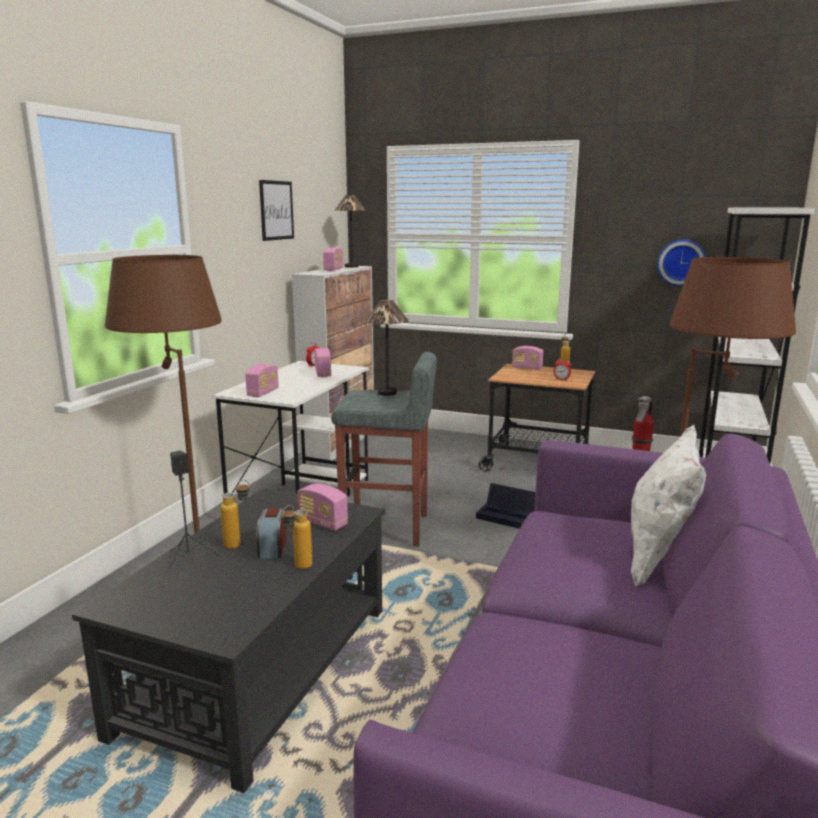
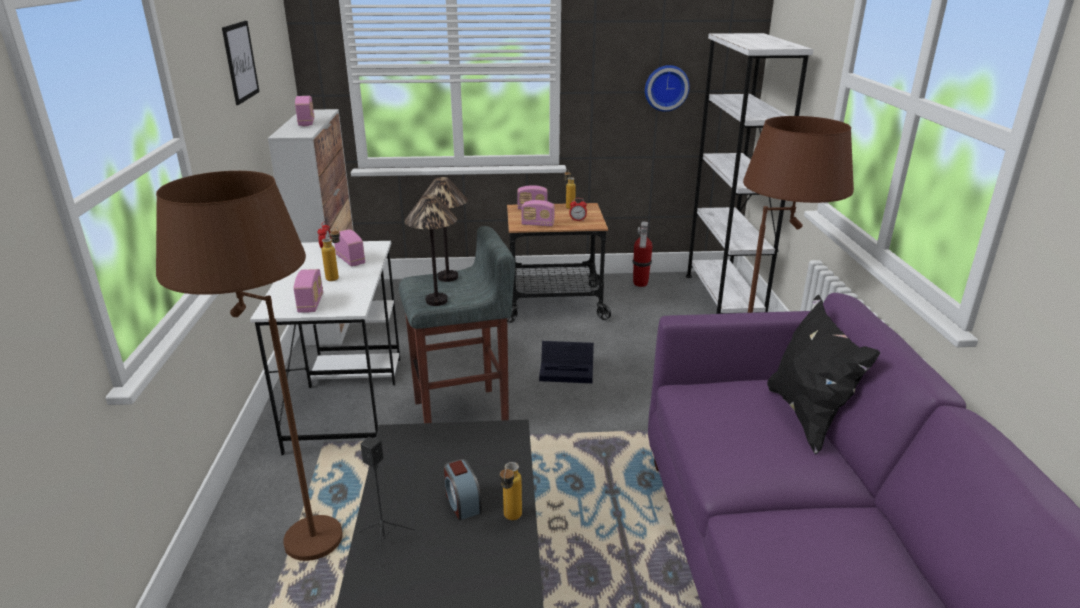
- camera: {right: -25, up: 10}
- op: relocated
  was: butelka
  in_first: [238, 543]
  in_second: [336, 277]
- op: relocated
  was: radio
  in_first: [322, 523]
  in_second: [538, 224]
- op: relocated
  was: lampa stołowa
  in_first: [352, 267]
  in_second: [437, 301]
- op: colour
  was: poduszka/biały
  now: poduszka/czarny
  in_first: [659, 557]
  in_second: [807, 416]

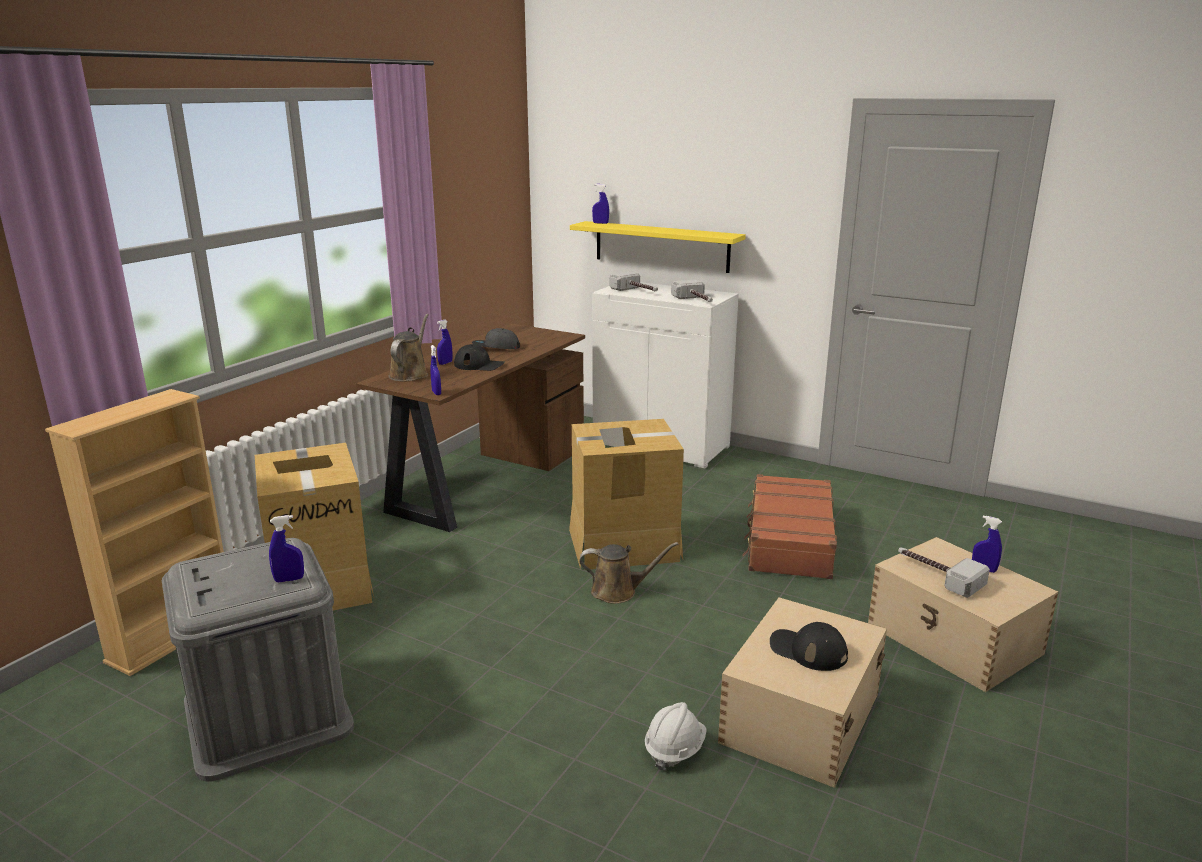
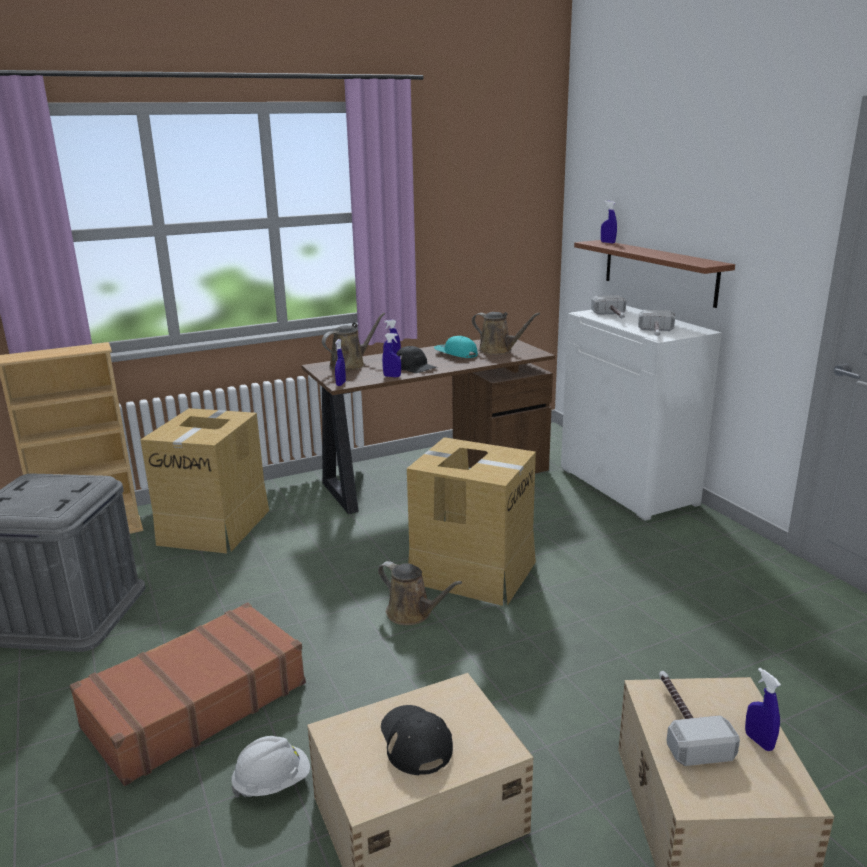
- camera: {right: 35, up: 0}
- op: relocated
  was: spryskiwacz/niebieski
  in_first: [289, 579]
  in_second: [392, 376]
- op: colour
  was: czapka z daszkiem/szary
  now: czapka z daszkiem/turkusowy
  in_first: [496, 347]
  in_second: [455, 354]
- op: colour
  was: półka/żółty
  now: półka/brązowy
  in_first: [661, 246]
  in_second: [659, 272]
- op: relocated
  was: walizka/brązowy
  in_first: [789, 540]
  in_second: [195, 704]
- op: appeared
  now: konewka/brązowy
  in_second: [498, 350]

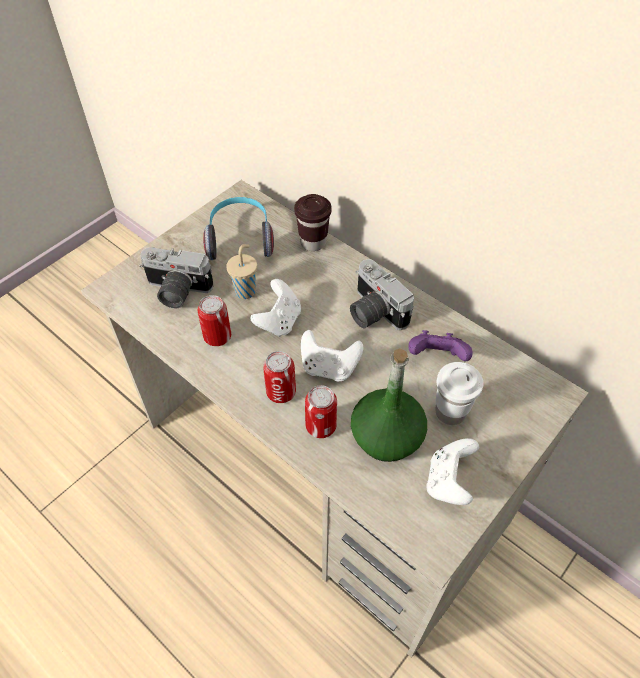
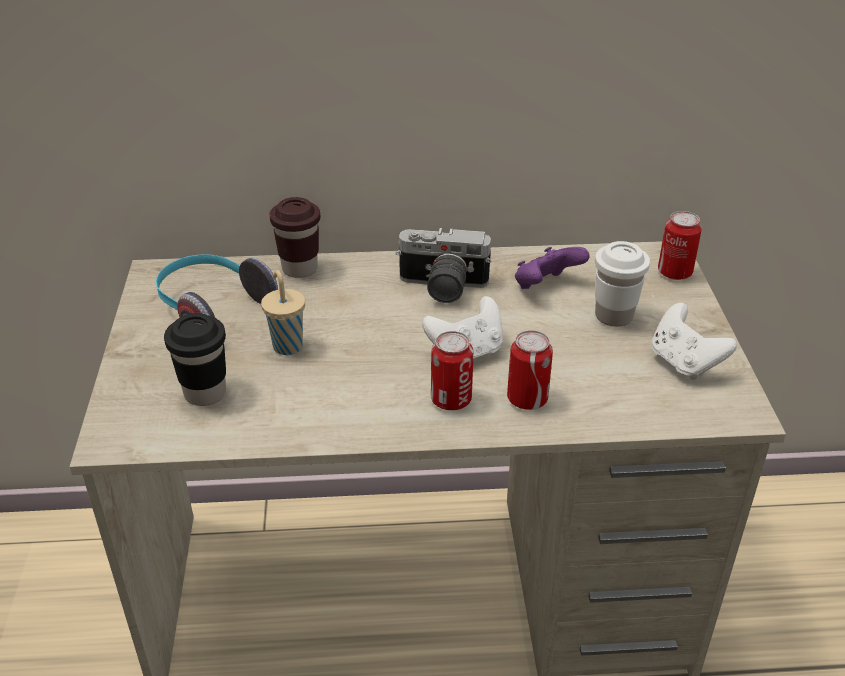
- camera: {right: -45, up: -15}
- op: exchanged
  was: aparat fotograficzny
  now: filiżanka/czarny
  in_first: [176, 292]
  in_second: [205, 393]
- op: relocated
  was: puszka
  in_first: [217, 337]
  in_second: [674, 272]
- op: missing
  was: pad do gier/biały
  in_first: [279, 321]
- op: missing
  was: butelka/zielony
  in_first: [387, 437]

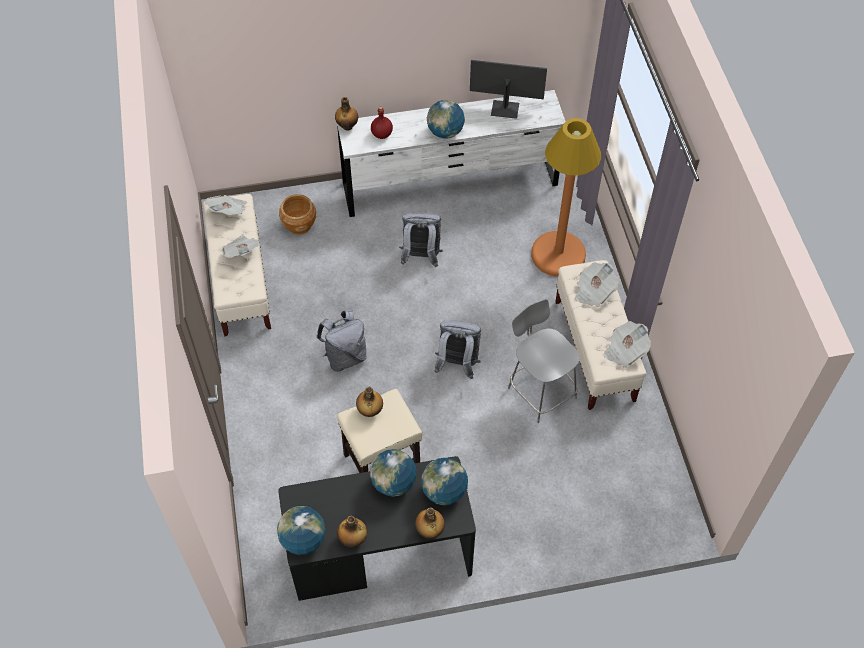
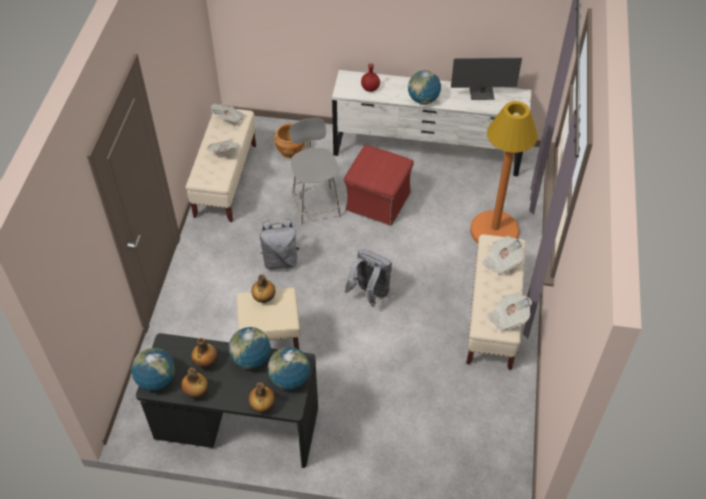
- camera: {right: 20, up: -5}
- op: relocated
  was: butelka
  in_first: [347, 126]
  in_second: [206, 363]
- op: exchanged
  was: plecak/szary
  now: pufa/czerwony
  in_first: [421, 257]
  in_second: [377, 201]
- op: spun
  was: monitor
  in_first: [505, 108]
  in_second: [482, 94]
  clockwise: 150
- op: relocated
  was: krzesło/szary
  in_first: [540, 391]
  in_second: [316, 204]

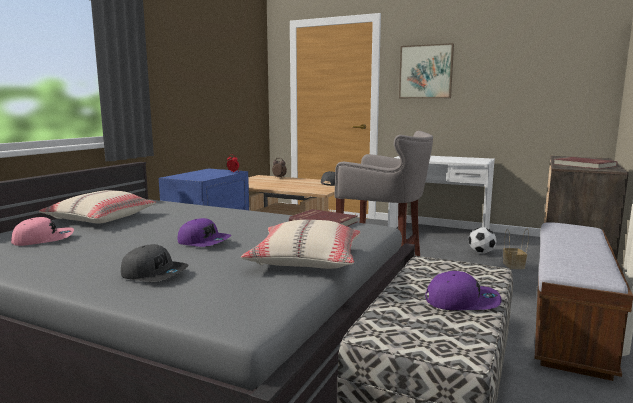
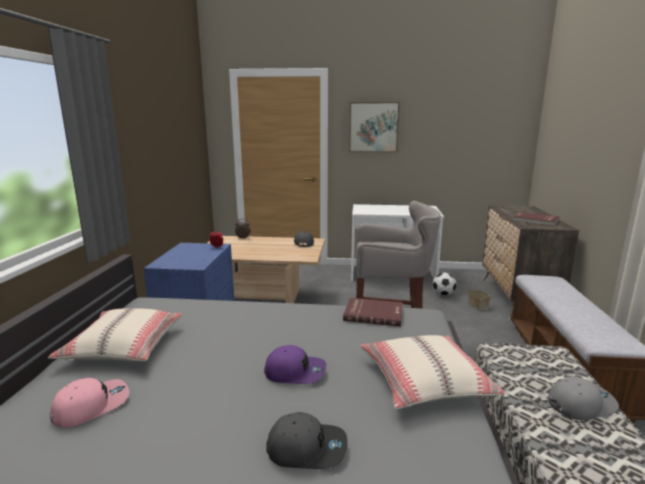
- camera: {right: -20, up: 5}
- op: colour
  was: czapka z daszkiem/fioletowy
  now: czapka z daszkiem/szary
  in_first: [462, 301]
  in_second: [580, 403]

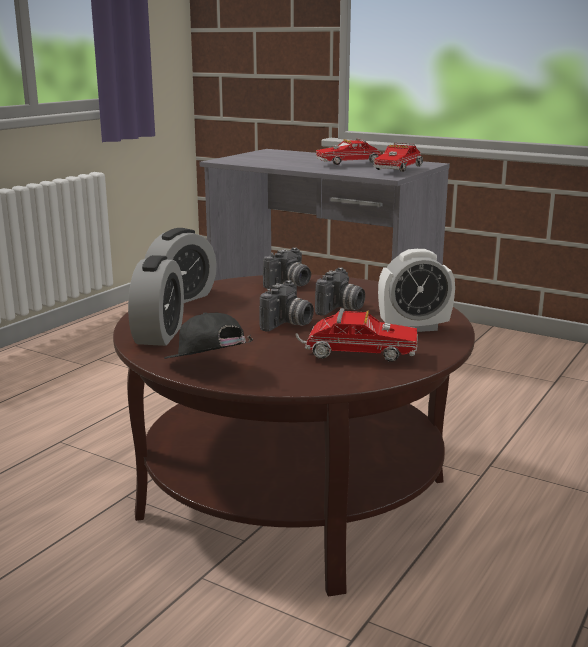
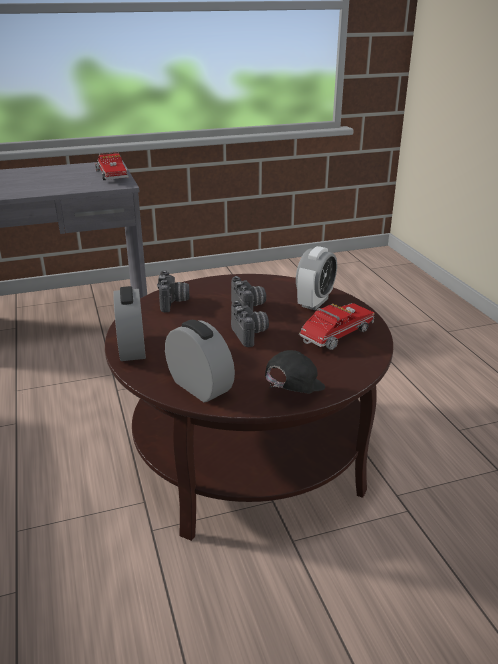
- camera: {right: -50, up: 10}
- op: spun
  was: czapka z daszkiem/czarny
  in_first: [207, 368]
  in_second: [292, 393]
  clockwise: 135
- op: missing
  was: ciężarówka zabawkowa
  in_first: [351, 164]

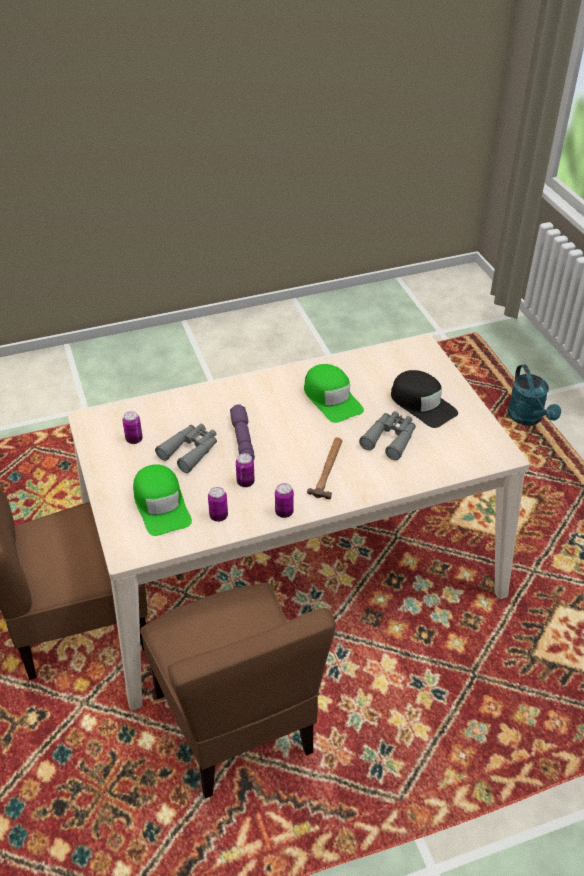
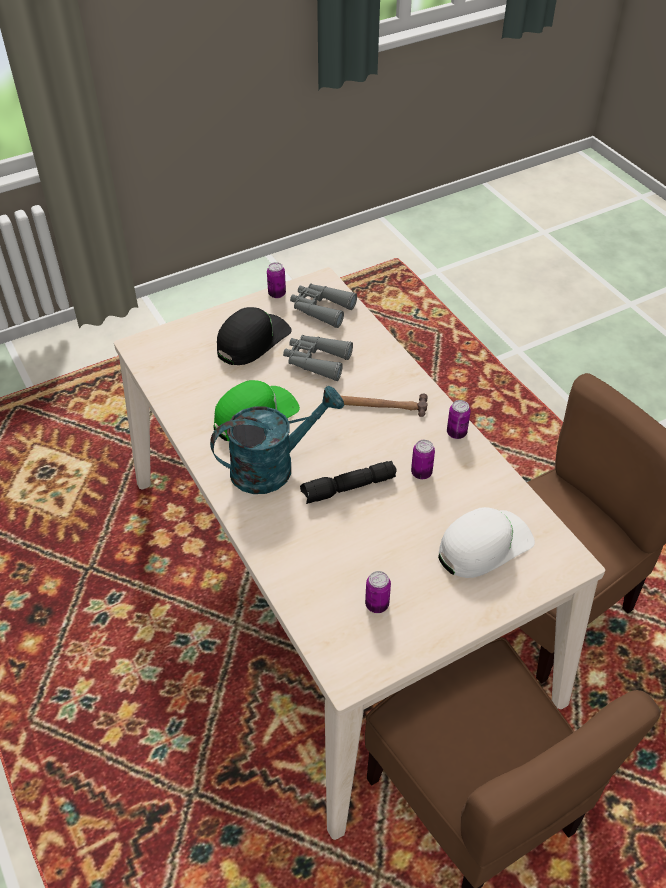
- camera: {right: -100, up: 5}
- op: colour
  was: czapka z daszkiem/zielony
  now: czapka z daszkiem/biały
  in_first: [161, 505]
  in_second: [484, 545]
- op: relocated
  was: lornetka/szary
  in_first: [191, 451]
  in_second: [321, 309]
- op: relocated
  was: puszka
  in_first: [218, 516]
  in_second: [277, 294]
- op: colour
  was: latarka/fioletowy
  now: latarka/czarny
  in_first: [242, 439]
  in_second: [348, 489]
- op: relocated
  was: konewka/turkusowy
  in_first: [528, 419]
  in_second: [273, 466]

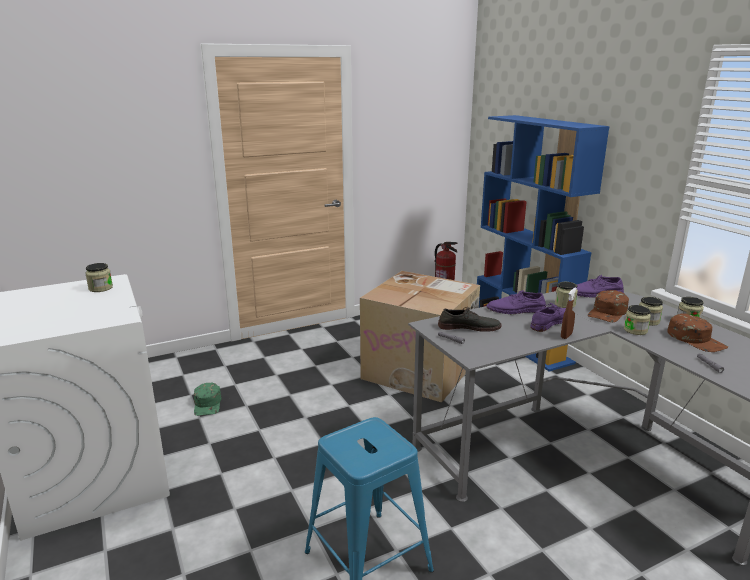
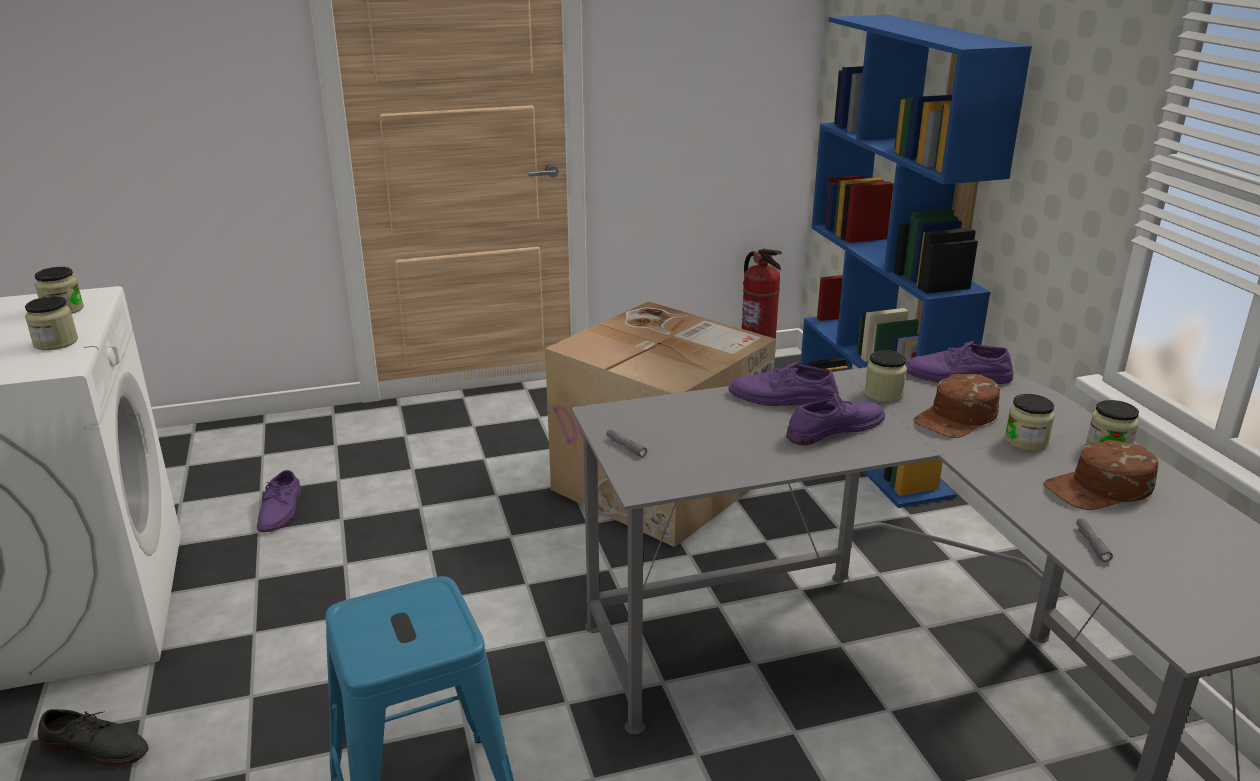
- camera: {right: 10, up: 5}
- op: exchanged
  was: czapka z daszkiem/zielony
  now: but/fioletowy
  in_first: [208, 404]
  in_second: [281, 510]
- op: relocated
  was: but/szary
  in_first: [469, 327]
  in_second: [96, 746]
- op: missing
  was: spryskiwacz/brązowy
  in_first: [566, 336]
- op: relocated
  was: słoik
  in_first: [635, 330]
  in_second: [56, 342]
- op: spun
  was: czapka z daszkiem/brązowy
  in_first: [696, 340]
  in_second: [1100, 488]
  clockwise: 90

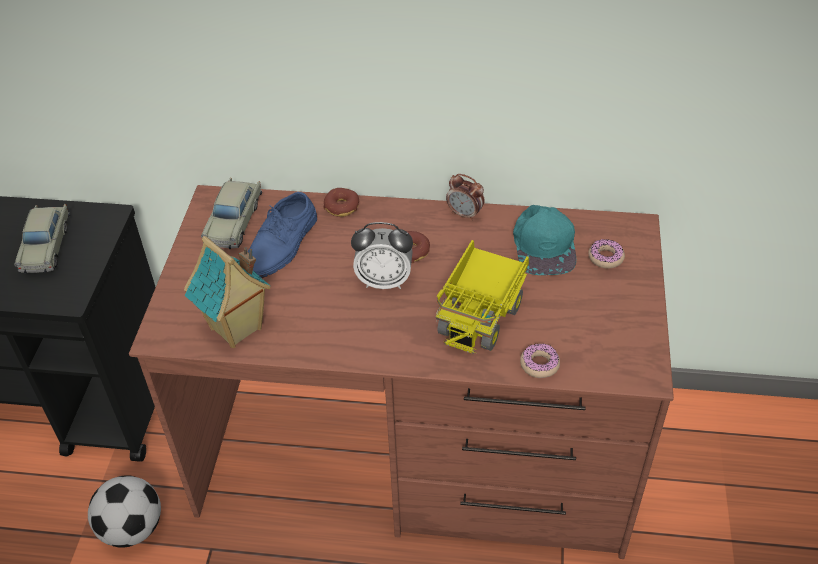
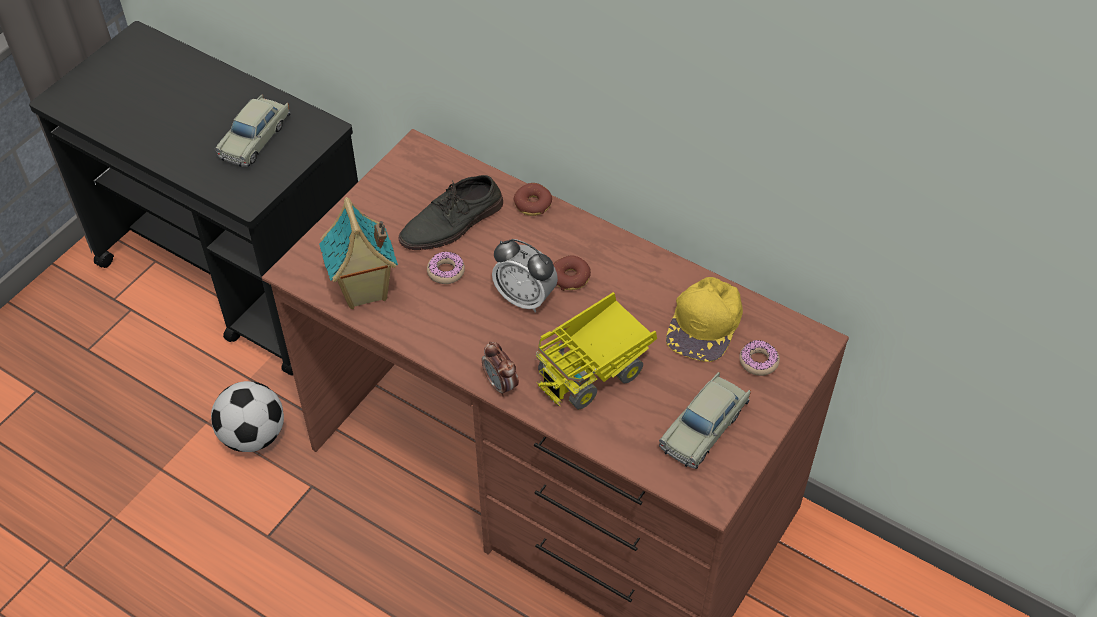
- camera: {right: 25, up: 5}
- op: relocated
  was: samochodzik/beżowy
  in_first: [234, 221]
  in_second: [704, 428]
- op: colour
  was: but/niebieski
  now: but/szary
  in_first: [281, 245]
  in_second: [452, 223]
- op: relocated
  was: budzik
  in_first: [465, 214]
  in_second: [501, 385]
- op: colour
  was: czapka z daszkiem/turkusowy
  now: czapka z daszkiem/żółty
  in_first: [544, 244]
  in_second: [706, 323]
- op: relocated
  was: donut
  in_first: [539, 364]
  in_second: [446, 271]

